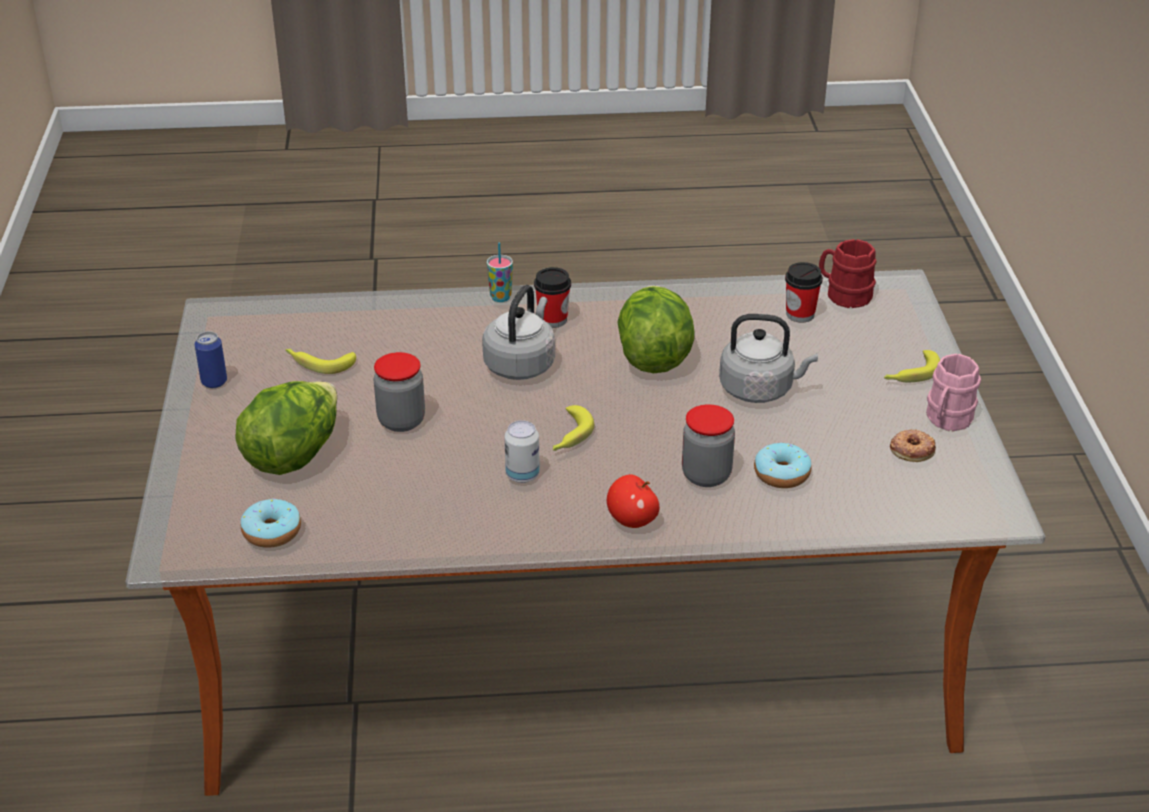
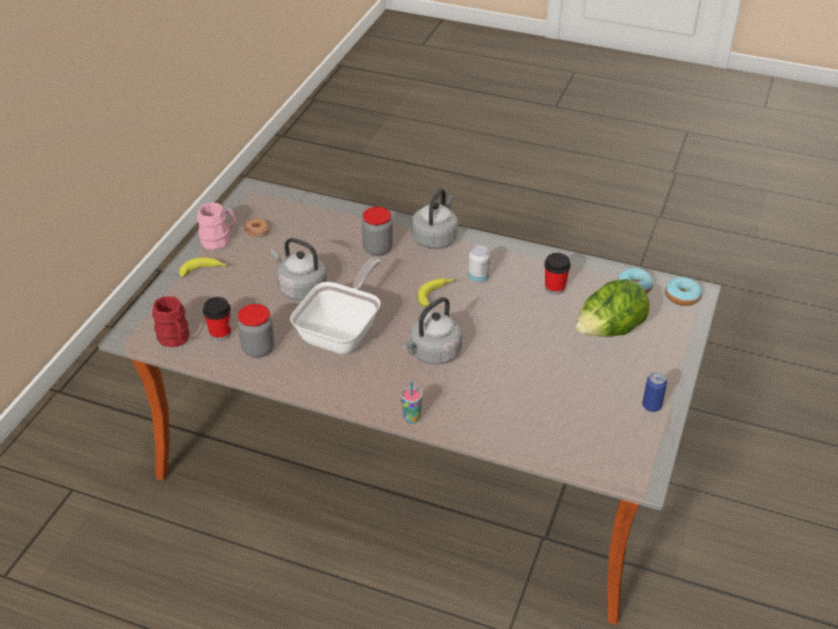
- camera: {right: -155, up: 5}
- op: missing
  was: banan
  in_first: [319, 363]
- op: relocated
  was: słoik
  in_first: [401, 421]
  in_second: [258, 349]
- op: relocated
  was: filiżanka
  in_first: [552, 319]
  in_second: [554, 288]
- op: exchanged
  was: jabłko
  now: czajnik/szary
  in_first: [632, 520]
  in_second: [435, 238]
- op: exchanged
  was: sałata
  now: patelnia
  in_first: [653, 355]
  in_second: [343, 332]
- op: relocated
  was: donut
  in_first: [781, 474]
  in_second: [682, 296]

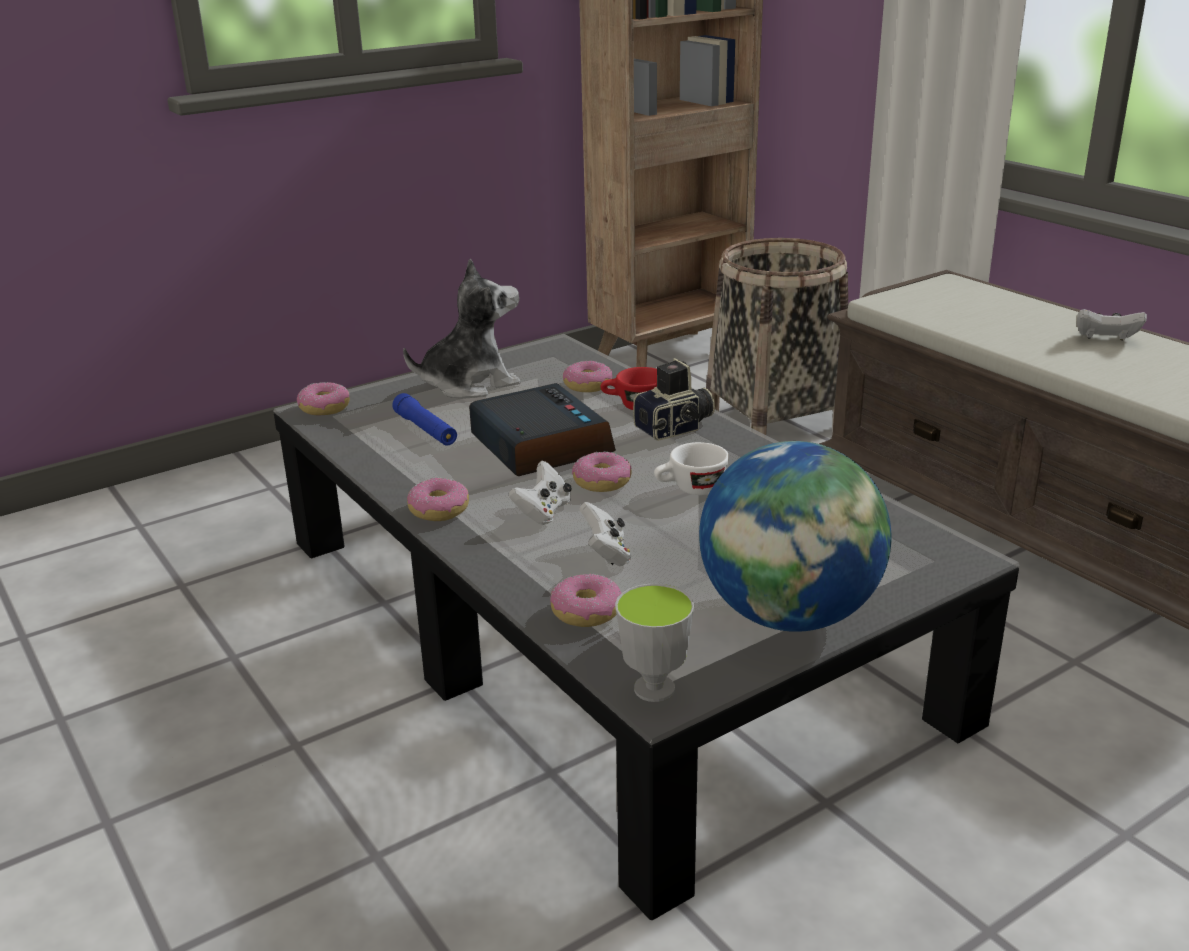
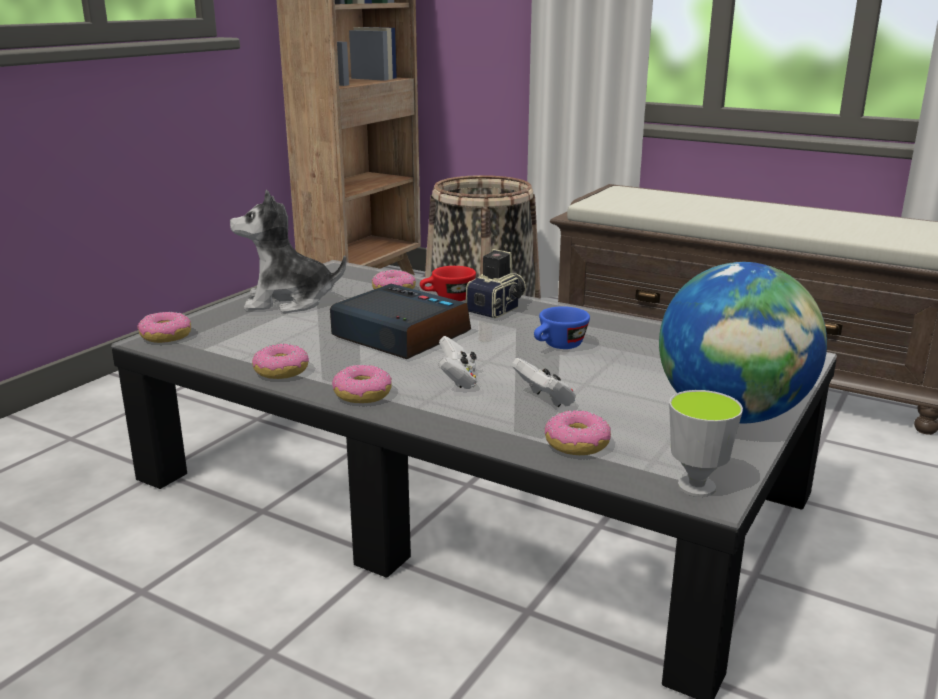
- camera: {right: -25, up: -5}
- op: missing
  was: latarka/niebieski
  in_first: [426, 430]
- op: spun
  was: pluszak
  in_first: [469, 384]
  in_second: [288, 302]
  clockwise: -135
- op: relocated
  was: donut
  in_first: [602, 482]
  in_second: [281, 371]
- op: colour
  was: filiżanka/biały
  now: filiżanka/niebieski
  in_first: [690, 490]
  in_second: [558, 346]
- op: missing
  was: pad do gier/biały
  in_first: [1105, 340]

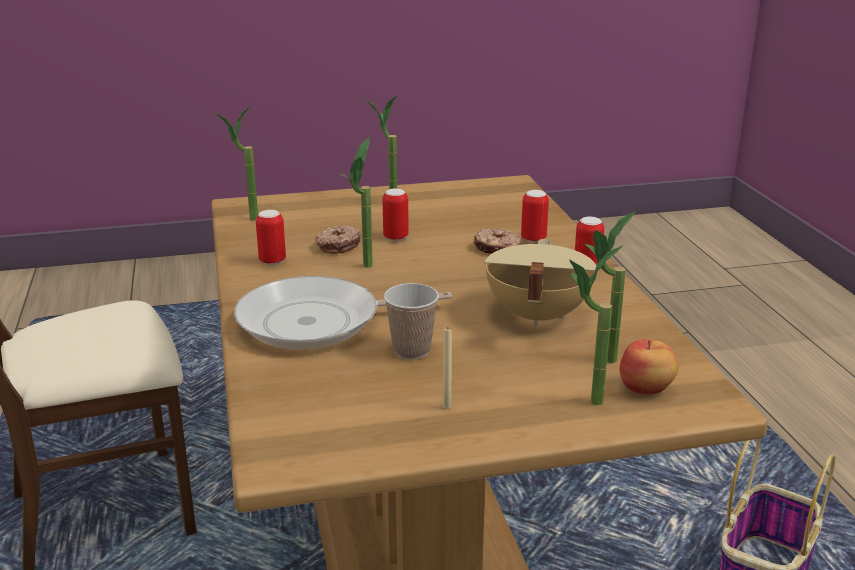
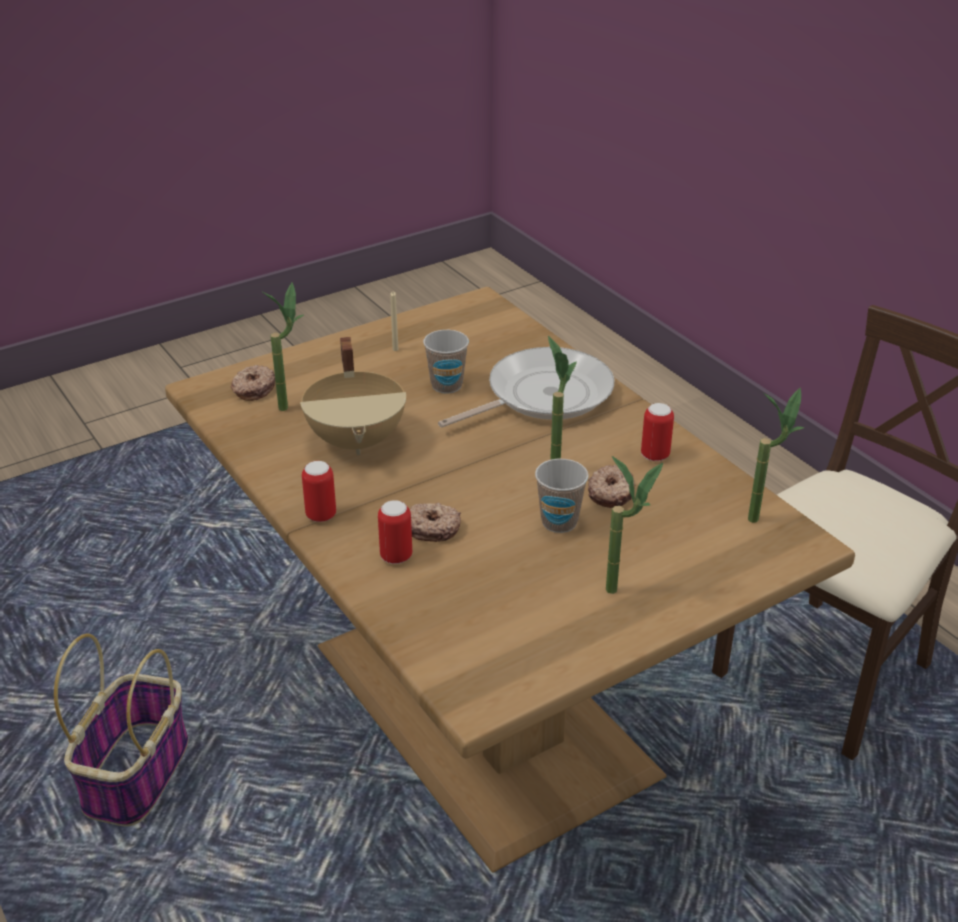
- camera: {right: 160, up: 10}
- op: exchanged
  was: puszka
  now: filiżanka
  in_first: [395, 237]
  in_second: [559, 522]
- op: missing
  was: roślina doniczkowa
  in_first: [584, 402]
- op: exchanged
  was: jabłko
  now: donut
  in_first: [646, 388]
  in_second: [253, 389]

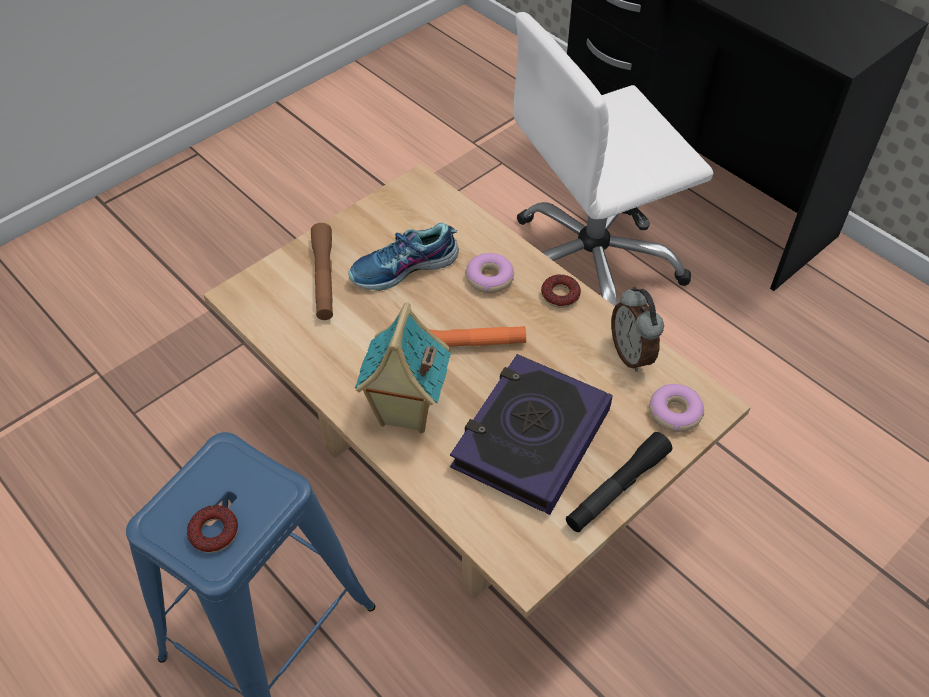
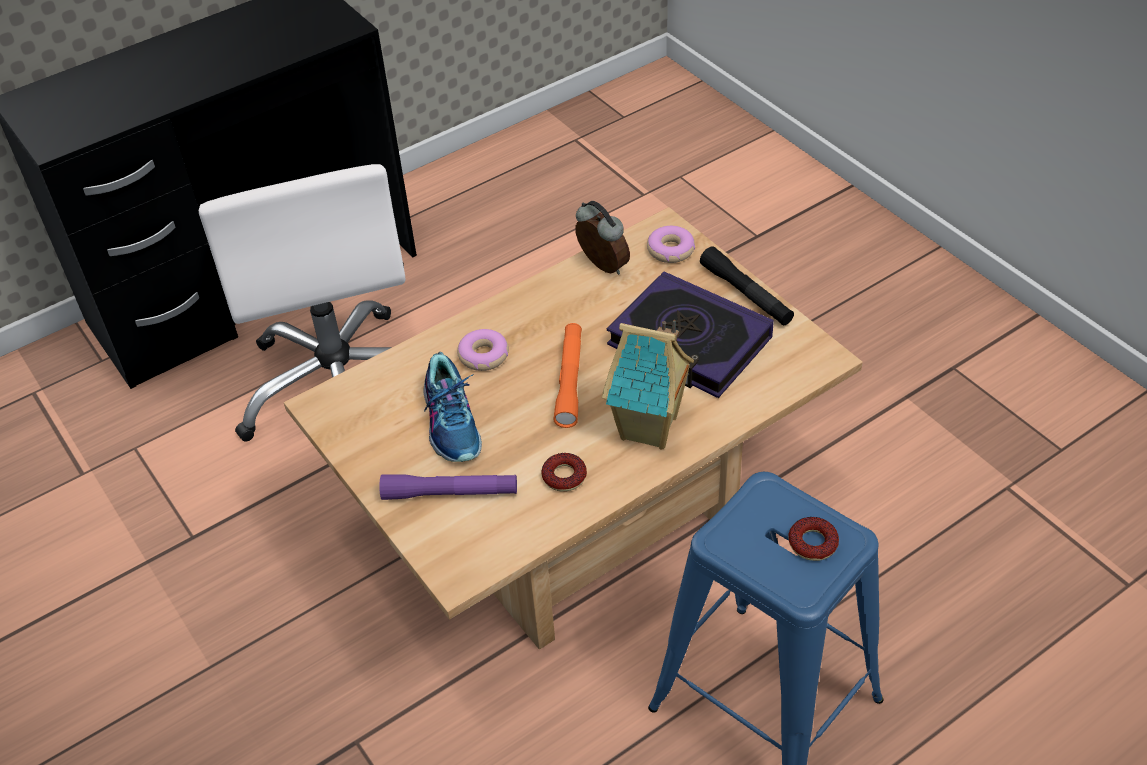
- camera: {right: -80, up: -5}
- op: colour
  was: latarka/brązowy
  now: latarka/fioletowy
  in_first: [324, 278]
  in_second: [450, 493]
- op: relocated
  was: donut
  in_first: [560, 295]
  in_second: [564, 476]
- op: spun
  was: budzik
  in_first: [632, 354]
  in_second: [601, 267]
  clockwise: -120

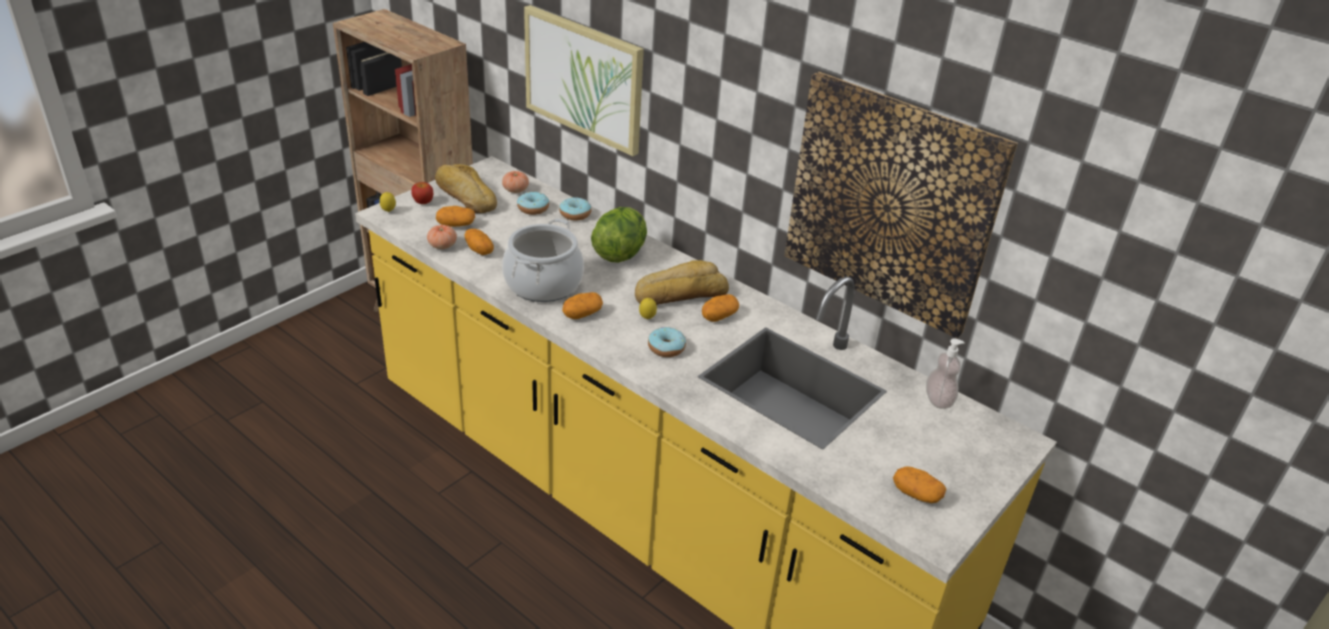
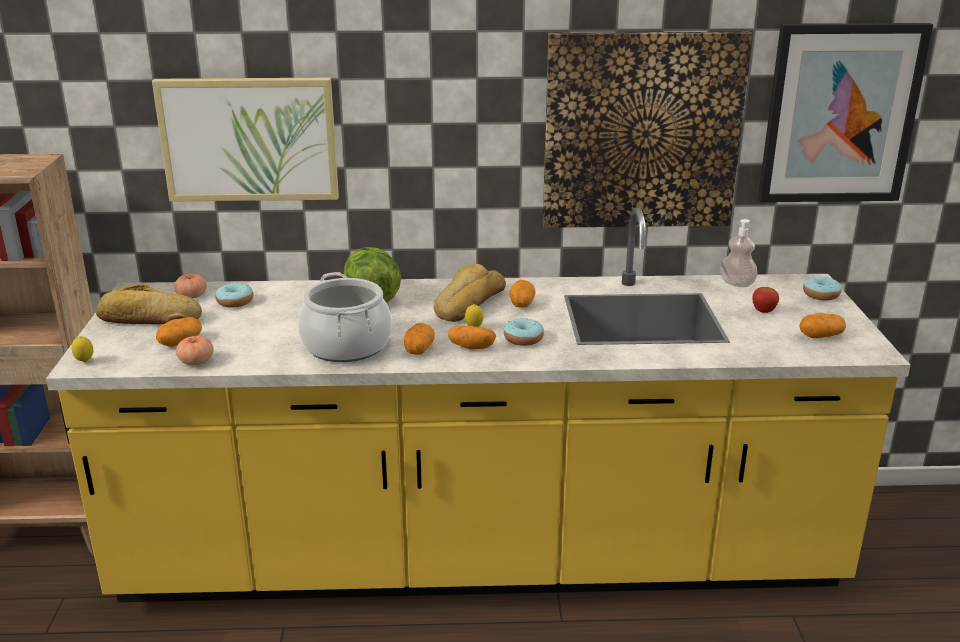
- camera: {right: -40, up: -10}
- op: relocated
  was: jabłko
  in_first: [423, 202]
  in_second: [763, 310]
- op: relocated
  was: ziemniak
  in_first: [479, 250]
  in_second: [471, 347]
- op: relocated
  was: donut
  in_first: [575, 214]
  in_second: [820, 295]
- op: appeared
  now: obraz
  in_second: [840, 114]

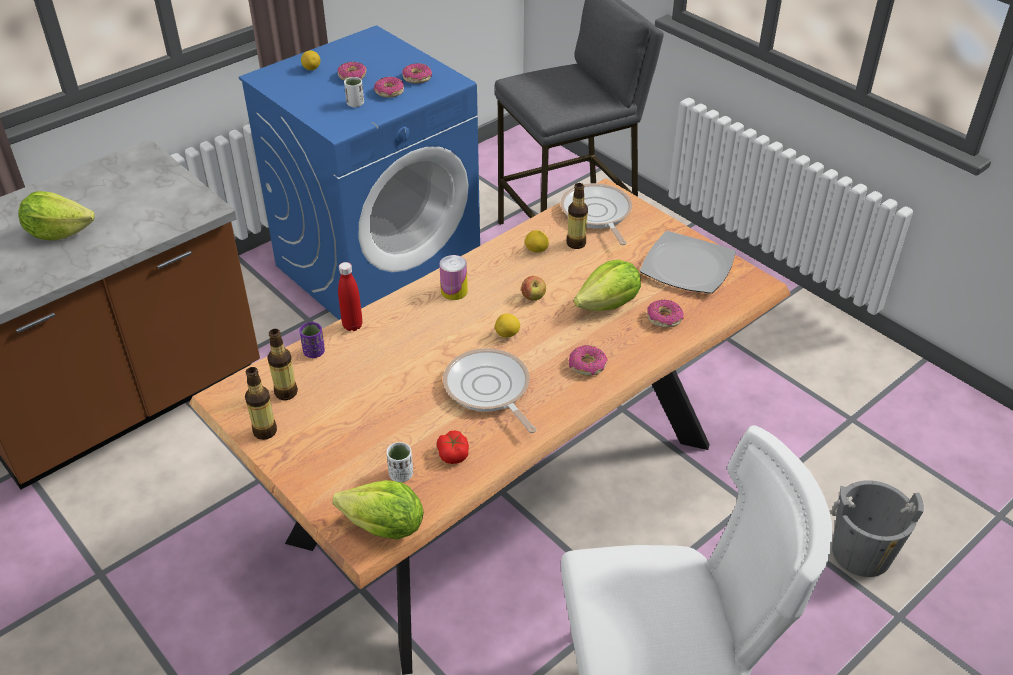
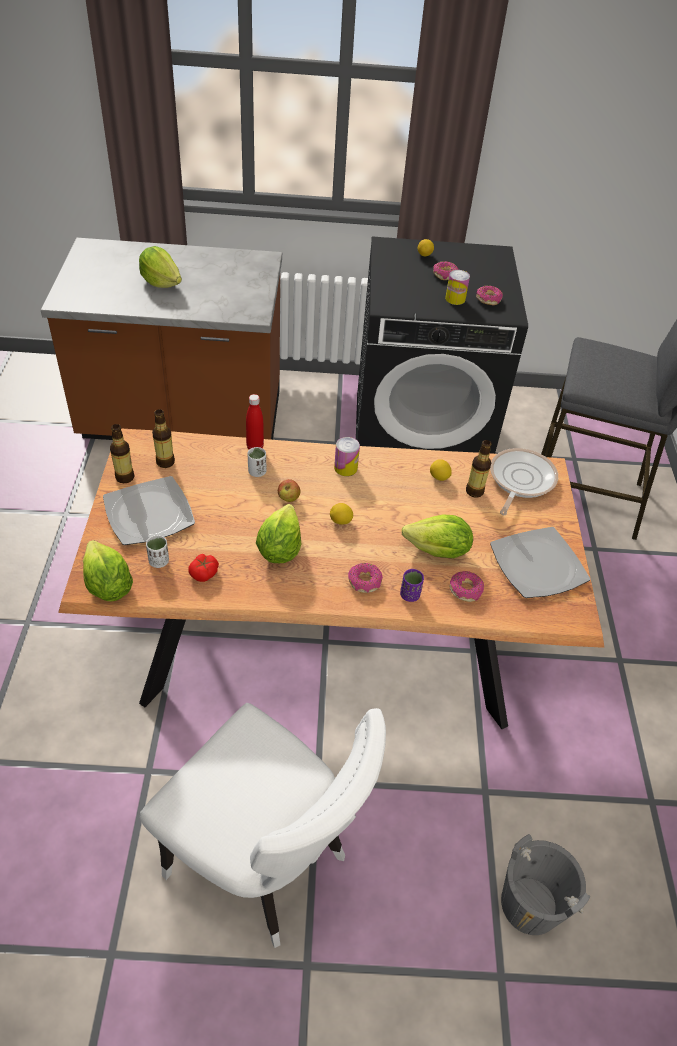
- camera: {right: 40, up: 5}
- op: colour
  was: pralka/niebieski
  now: pralka/czarny
  in_first: [378, 267]
  in_second: [420, 436]
- op: relocated
  was: filiżanka/fioletowy
  in_first: [314, 352]
  in_second: [410, 595]
- op: relocated
  was: filiżanka/biały
  in_first: [355, 104]
  in_second: [257, 472]
- op: exchanged
  was: donut
  now: puszka
  in_first: [389, 92]
  in_second: [455, 299]
- op: exchanged
  was: patelnia
  now: sałata
  in_first: [488, 390]
  in_second: [279, 549]
- op: relocated
  was: jabłko
  in_first: [533, 297]
  in_second: [288, 498]
- op: appeared
  now: talerz
  in_second: [148, 514]

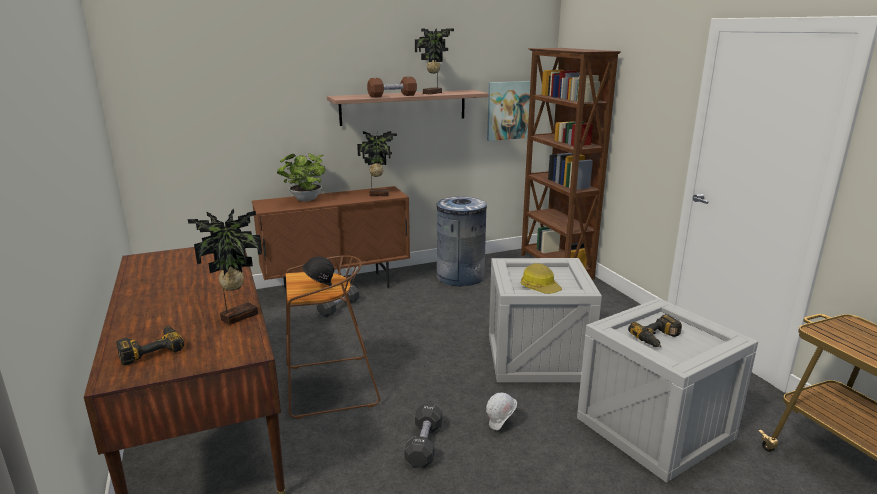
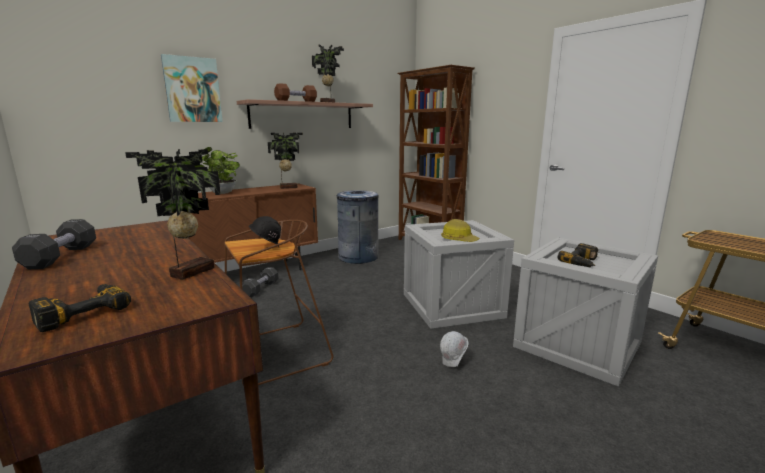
- camera: {right: -15, up: -5}
- op: relocated
  was: hantel/czarny
  in_first: [424, 445]
  in_second: [61, 256]
- op: relocated
  was: obraz
  in_first: [508, 110]
  in_second: [192, 90]

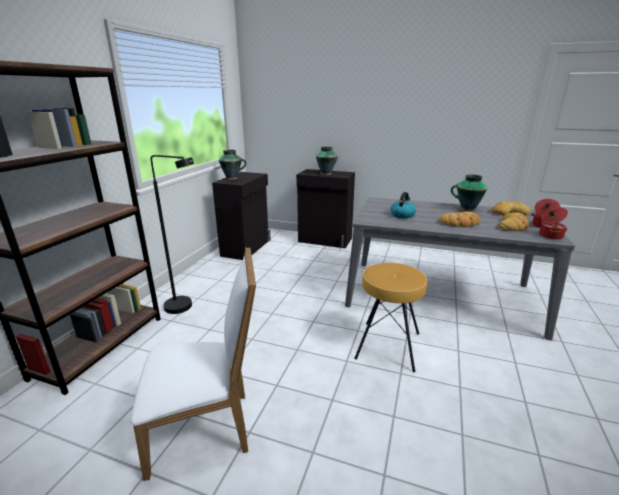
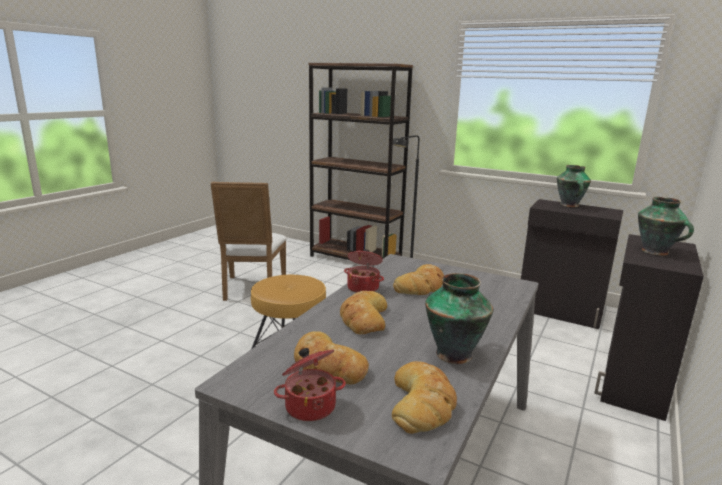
- camera: {right: 100, up: -5}
- op: exchanged
  was: czajnik
  now: chleb
  in_first: [402, 215]
  in_second: [422, 286]
- op: relocated
  was: garnek
  in_first: [549, 236]
  in_second: [363, 287]

